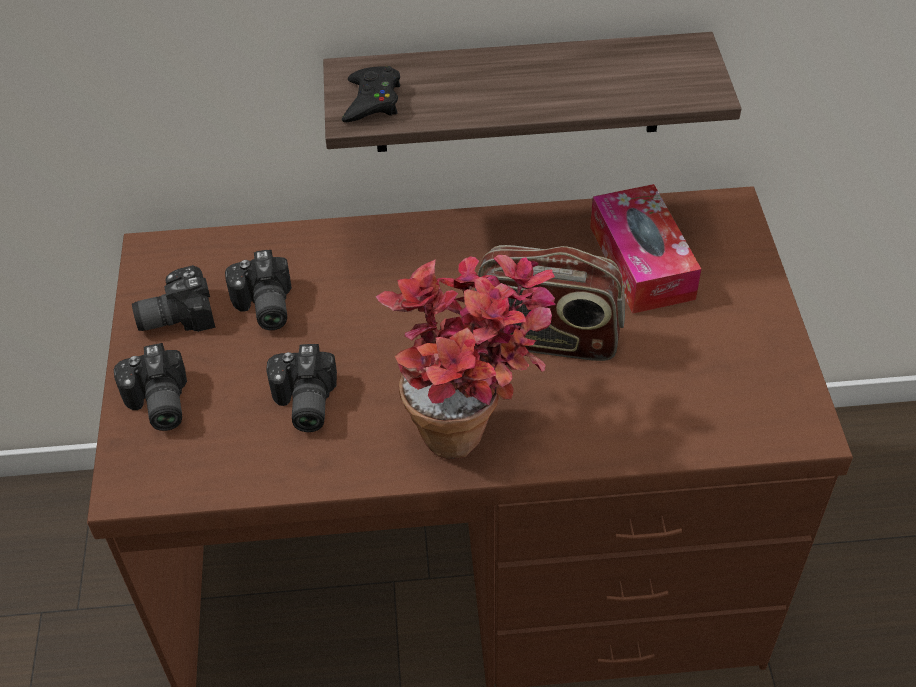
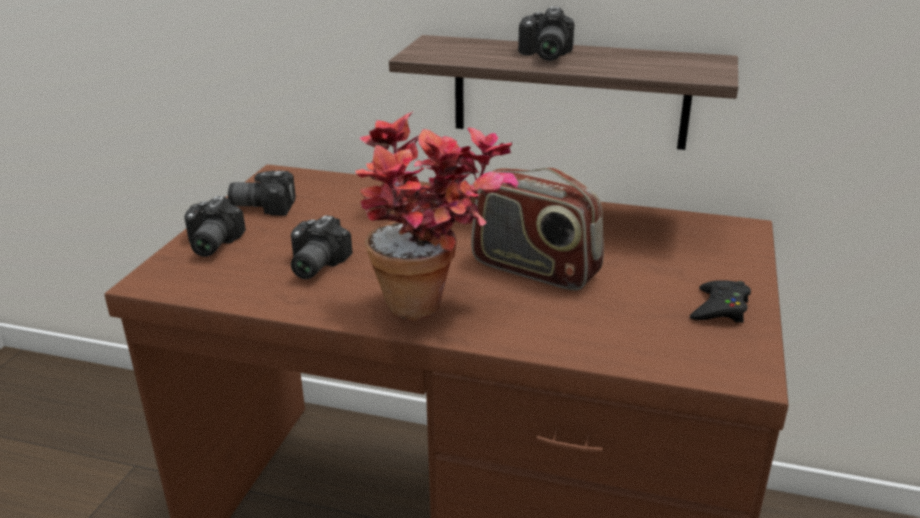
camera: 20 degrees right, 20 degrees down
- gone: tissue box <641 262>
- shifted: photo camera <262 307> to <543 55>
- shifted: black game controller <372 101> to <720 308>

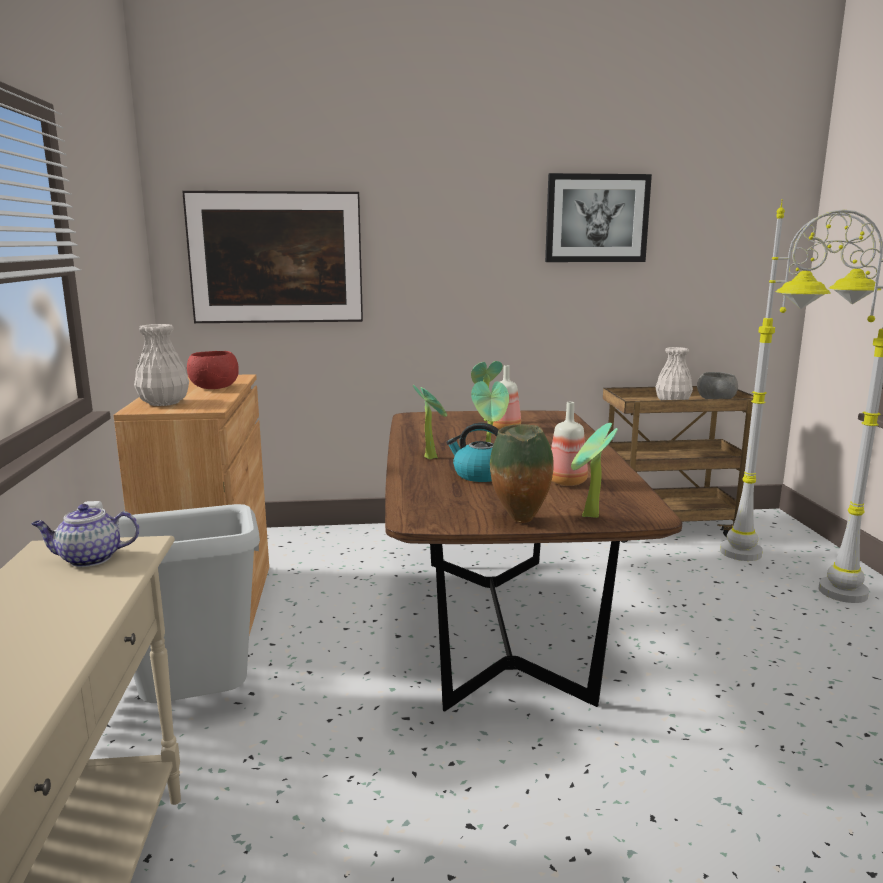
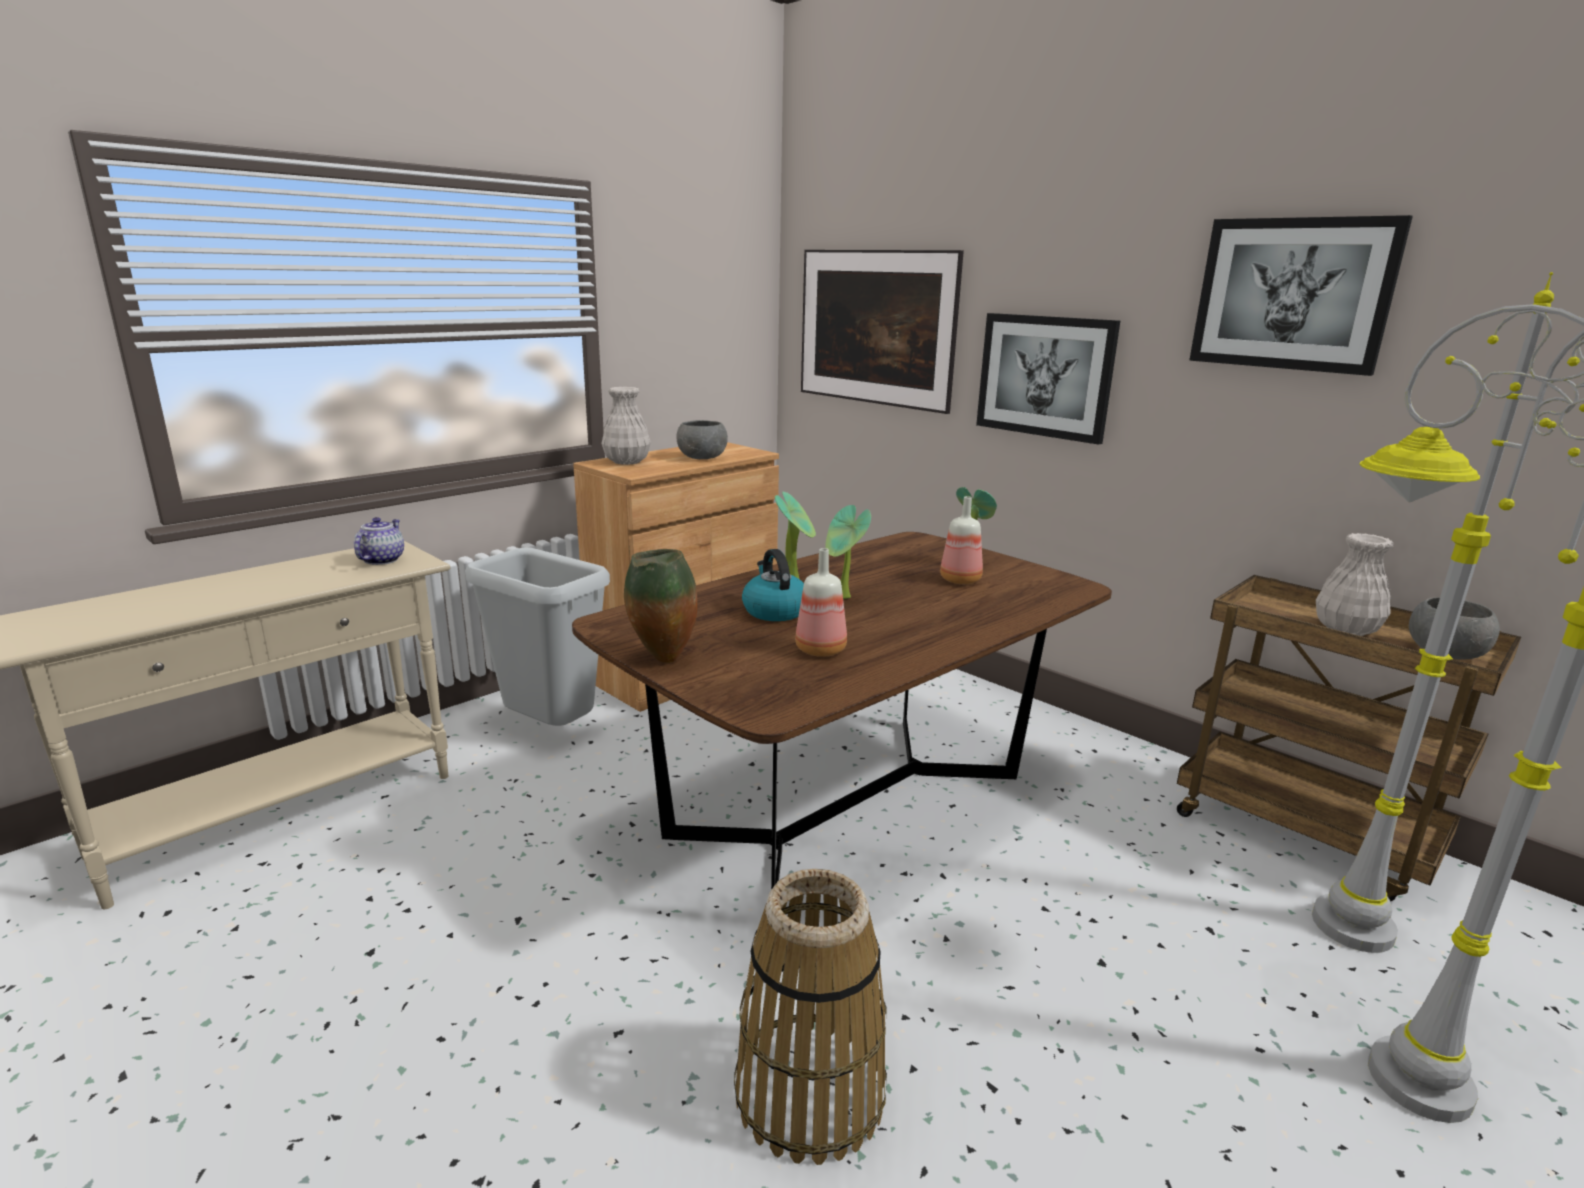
camera: 50 degrees right, 5 degrees up
- gone: potted plant <589 517>
- new: basket <809 1094>
- new: picture <1045 376>
- repainted: red bowl <215 387> to grey bowl <702 458>
- rotated: teapot <89 559> = <381 560> 60 degrees clockwise

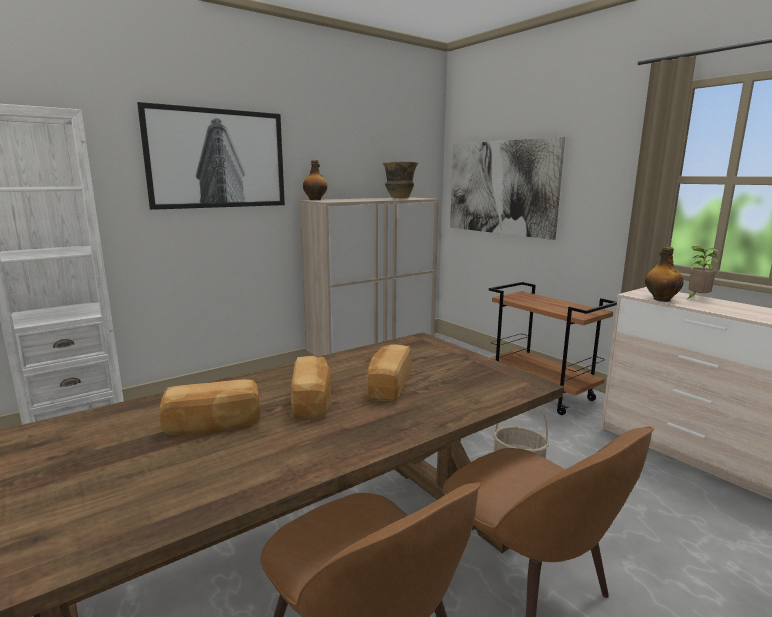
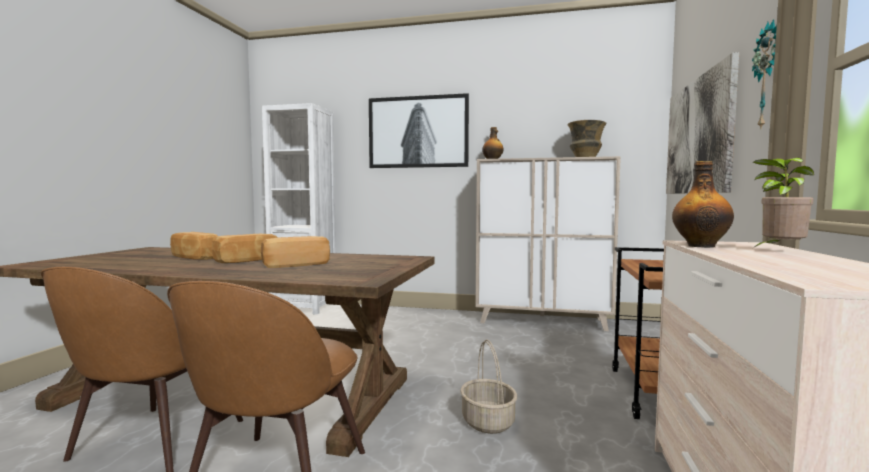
camera: 50 degrees right, 10 degrees down
- new: wall clock <769 76>

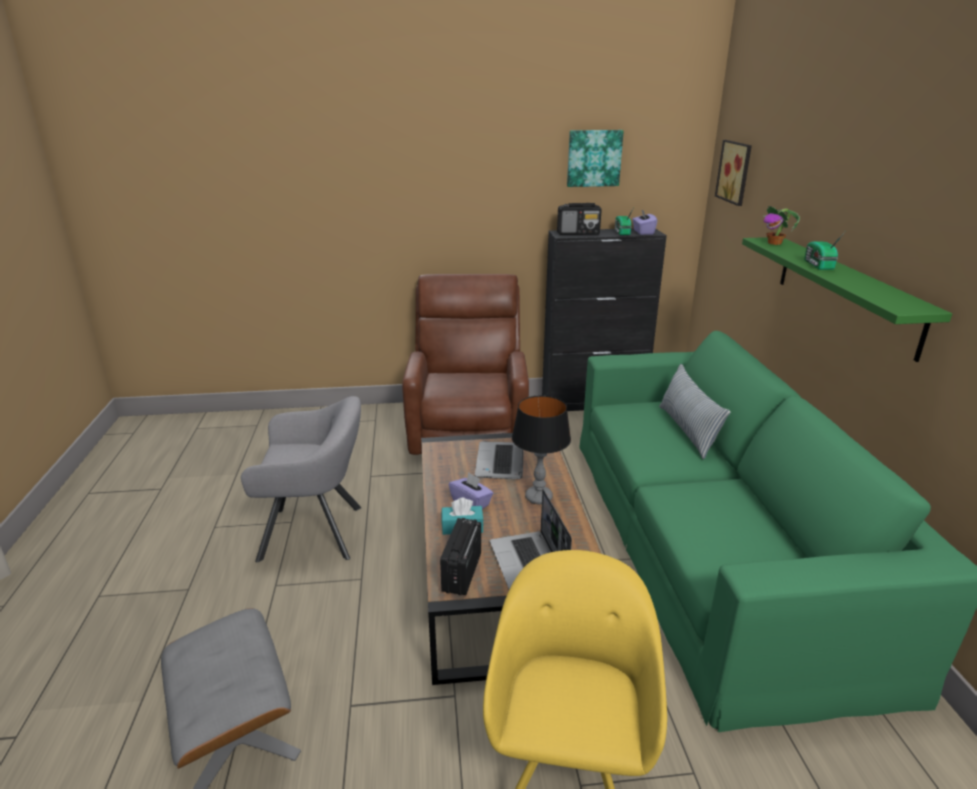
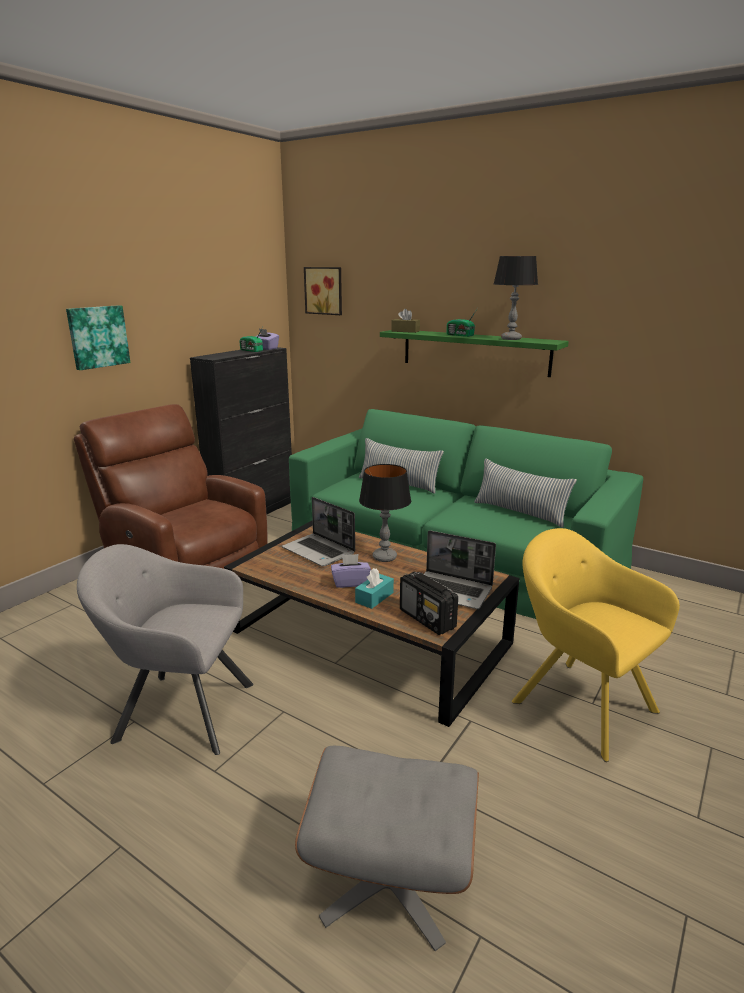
camera: 50 degrees left, 5 degrees down
- gone: radio <578 233>
- new: pillow <520 512>
- new: table lamp <511 339>
- shifted: picture <594 158> to <97 337>
- swapped: potted plant <775 243> to brown tissue box <405 331>
- rotated: grey armchair <317 532> = <179 711> 120 degrees counterclockwise

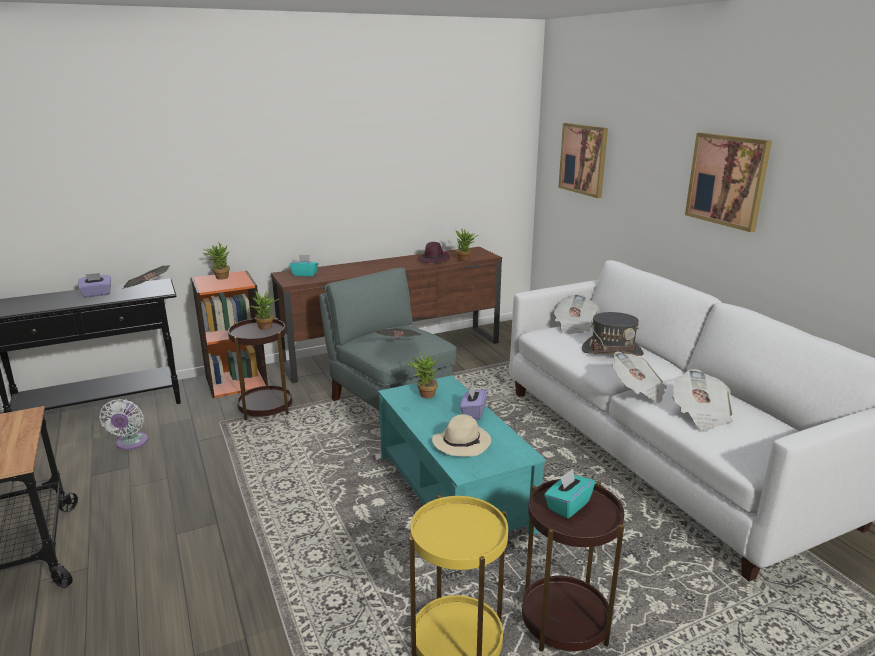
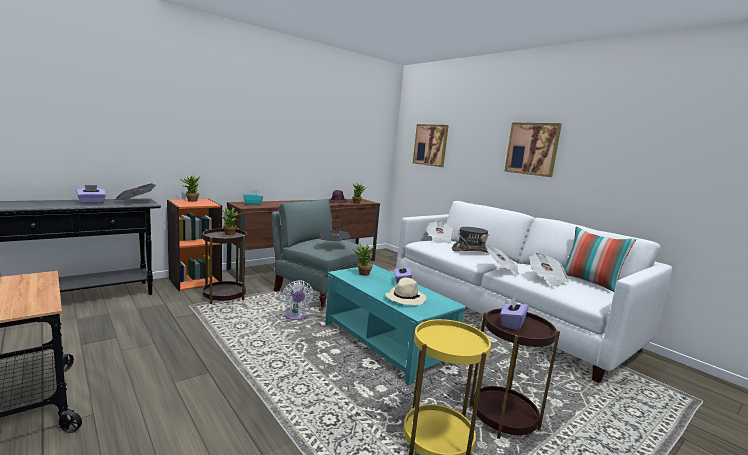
camera: 15 degrees left, 10 degrees down
- new: pillow <590 282>
- shifted: white fan <131 444> to <295 316>
- repainted: turquoise tissue box <567 505> to purple tissue box <512 324>

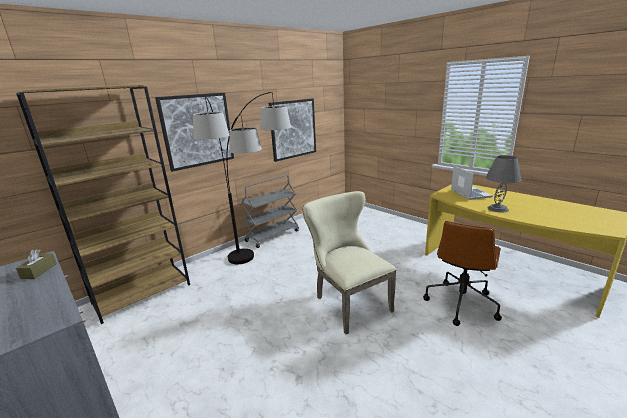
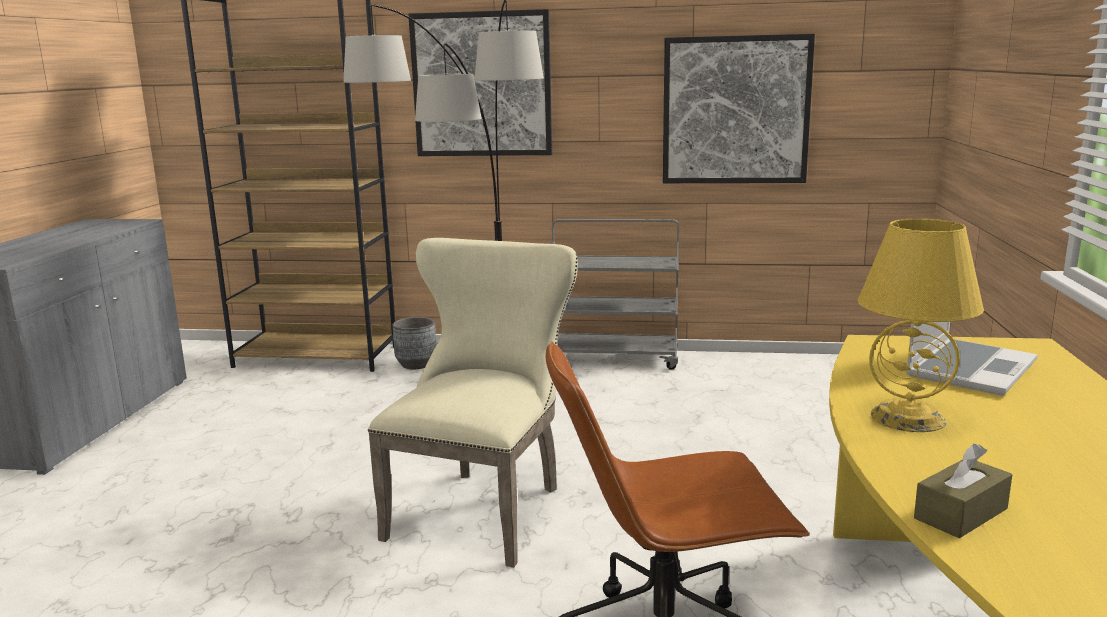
camera: 50 degrees right, 5 degrees down
- new: grey planter <416 364>
- shifted: brown tissue box <39 271> to <961 513>
- repainted: grey table lamp <498 209> to yellow table lamp <907 417>

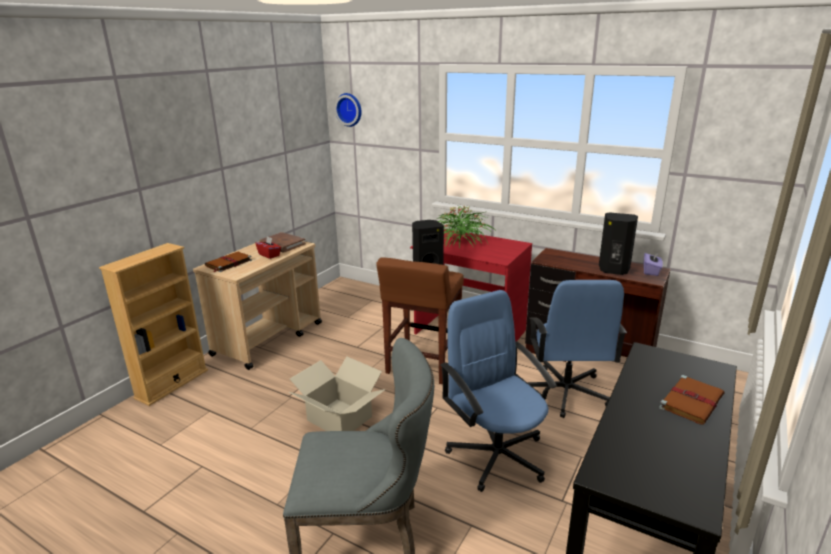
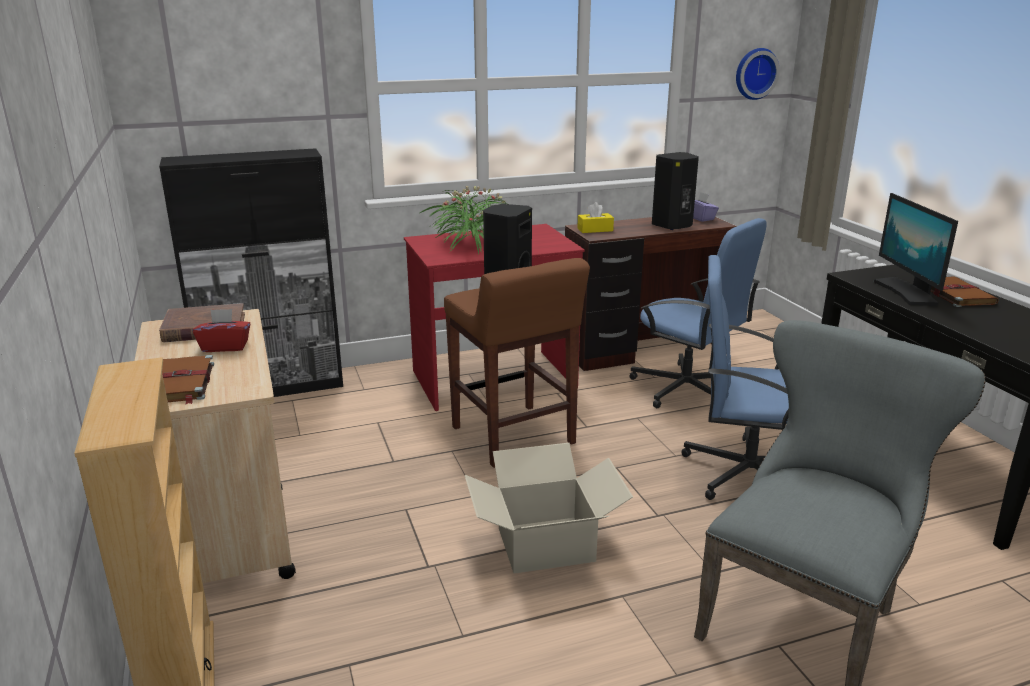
camera: 50 degrees left, 0 degrees up
- new: black cabinet <273 387>
- new: yellow tissue box <595 230>
- new: monitor <906 292>
- shifted: wall clock <349 109> to <754 73>

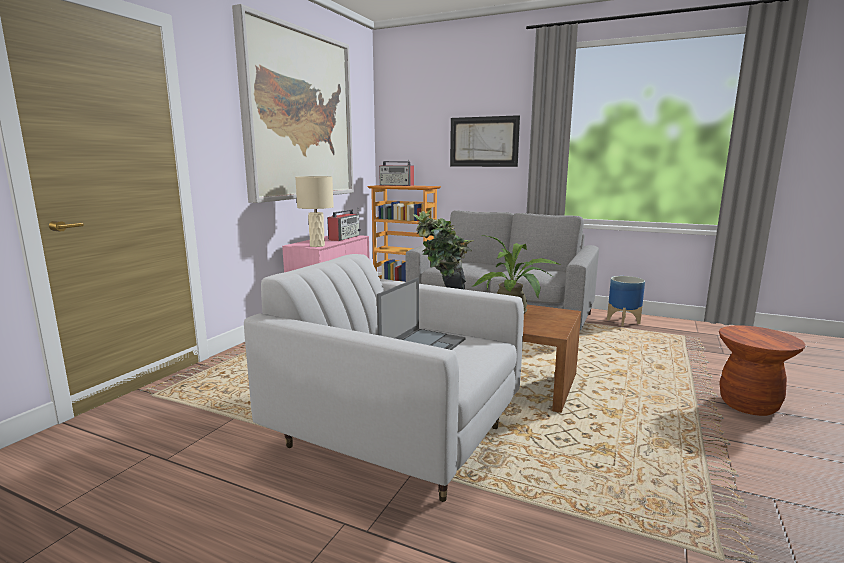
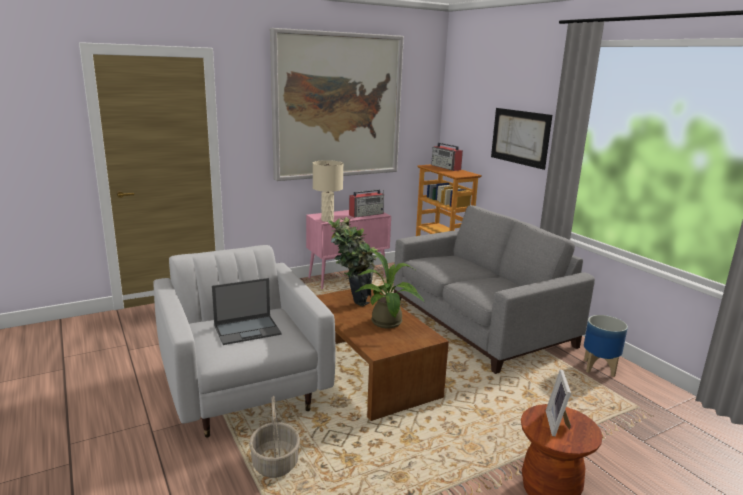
camera: 35 degrees right, 5 degrees up
- new: basket <275 463>
- new: picture frame <558 424>

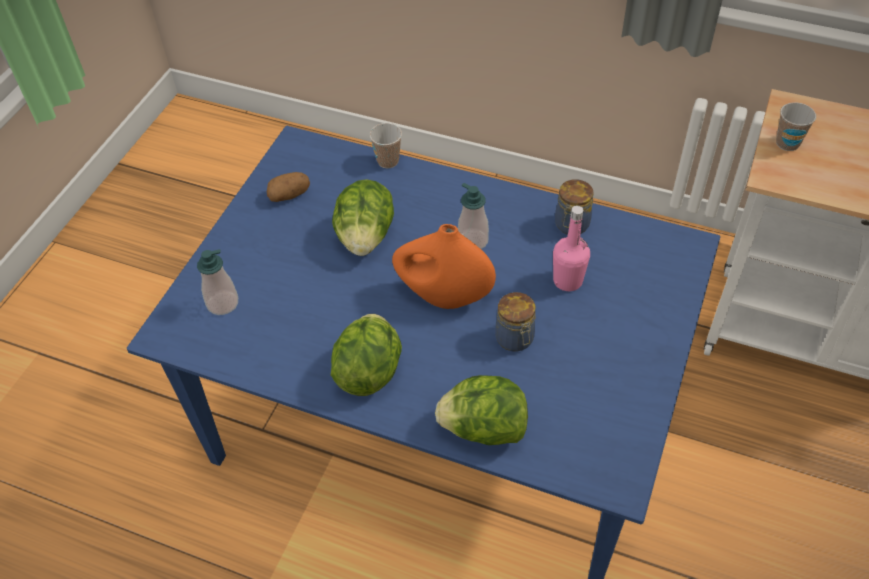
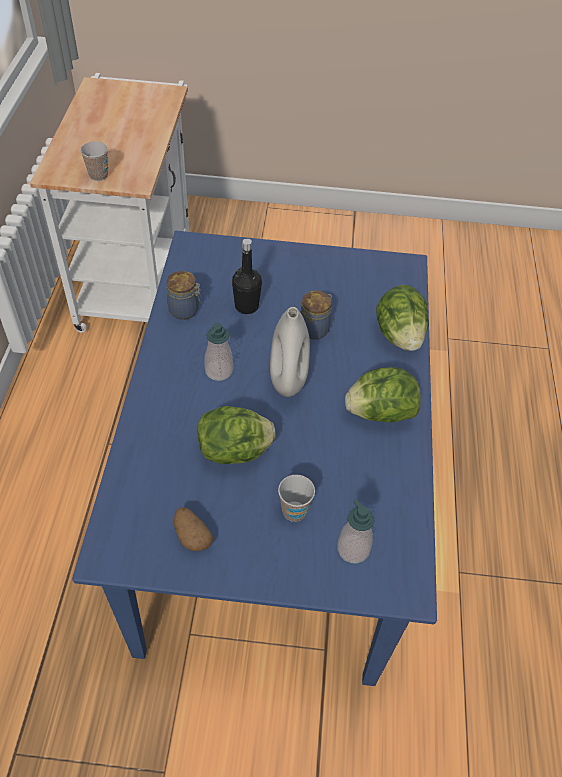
camera: 110 degrees left, 0 degrees up
- shifted: cup <388 161> to <294 511>
- repainted: orange vase <444 297> to white vase <288 379>
- repainted: pink bottle <567 281> to black bottle <246 306>

